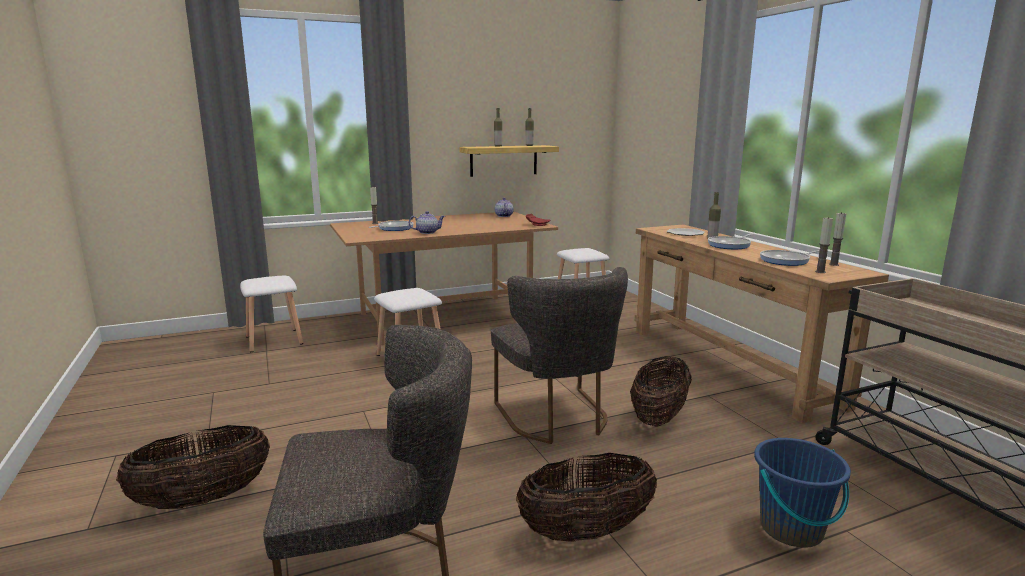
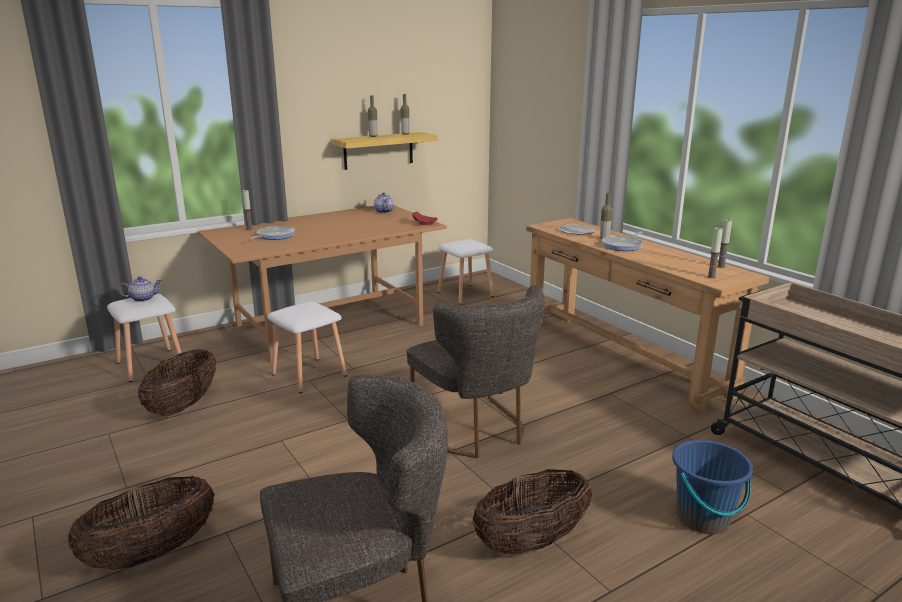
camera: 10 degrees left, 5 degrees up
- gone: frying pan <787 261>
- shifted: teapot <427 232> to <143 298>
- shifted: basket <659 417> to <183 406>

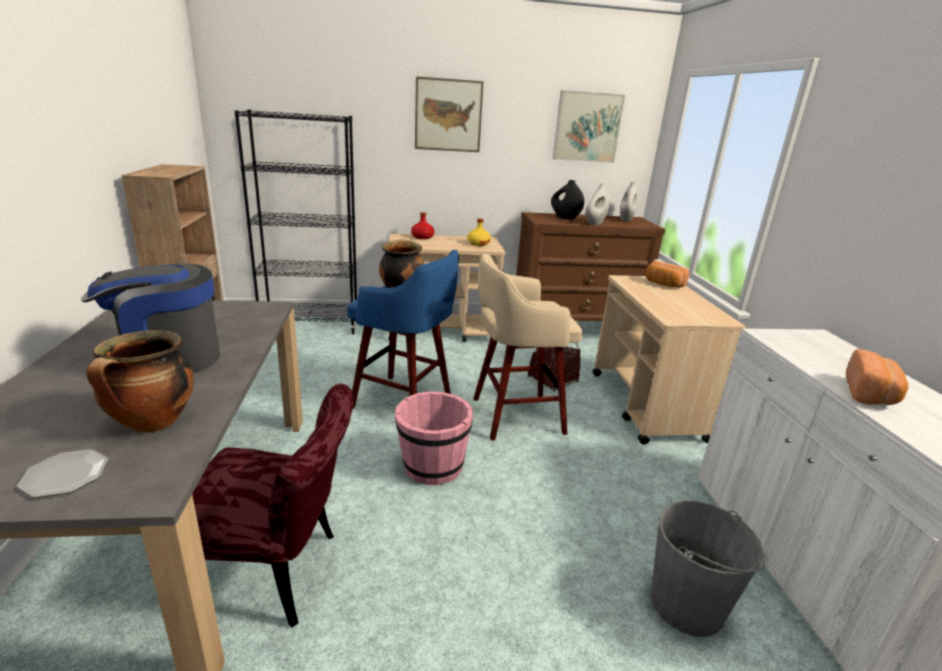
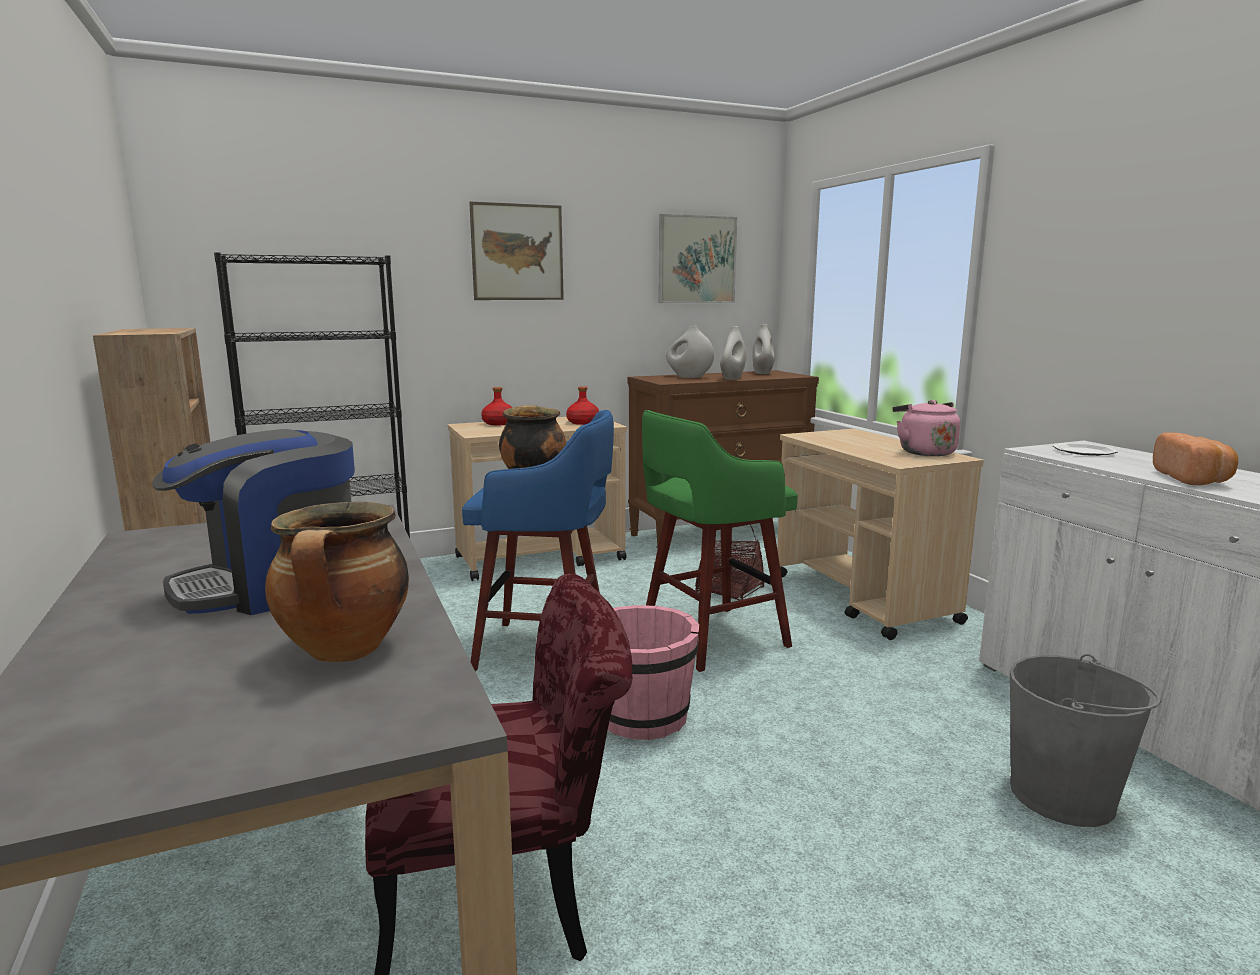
camera: 15 degrees left, 10 degrees down
- gone: bread <663 284>
- new: pink kettle <924 452>
- shifted: plate <65 475> to <1083 452>
- repainted: yellow bottle <478 244> to red bottle <582 422>
- repainted: beige stool <514 416> to green stool <709 638>
- repainted: black vase <565 218> to white vase <689 377>

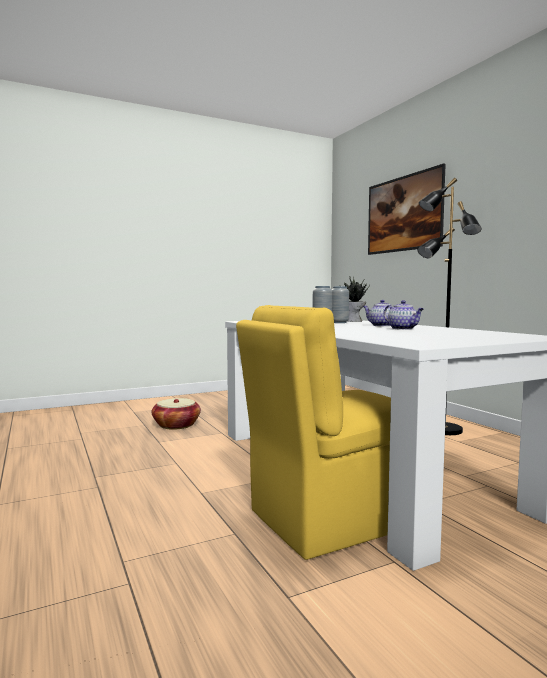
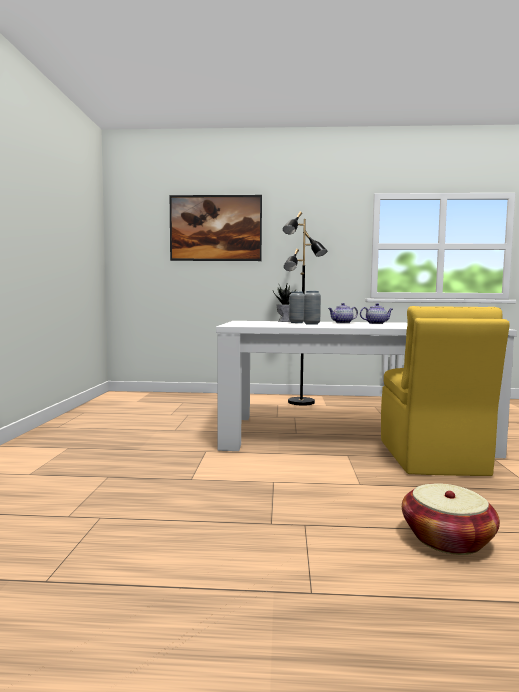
camera: 60 degrees left, 0 degrees up
- shifted: basket <176 425> to <447 539>

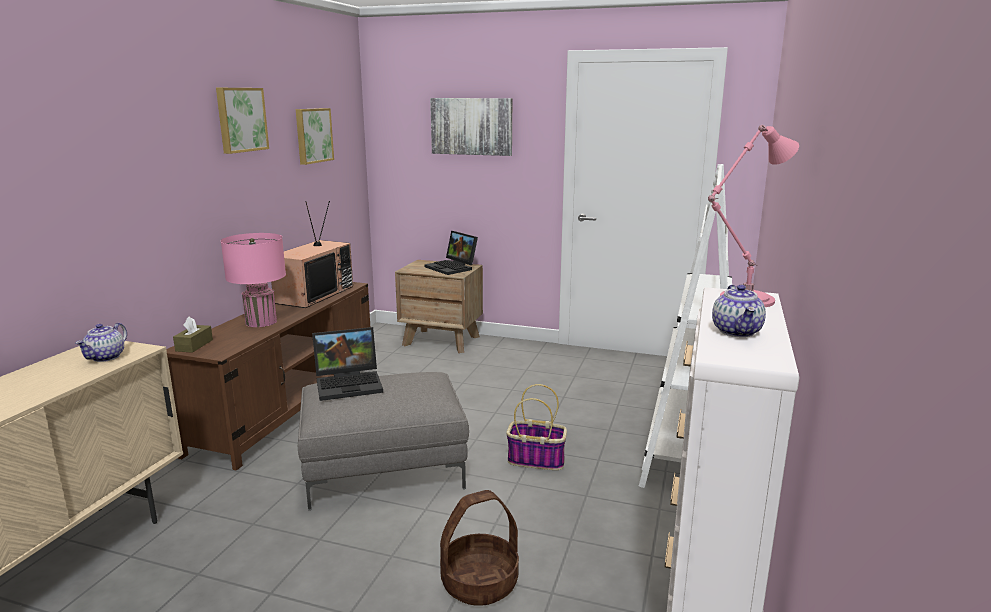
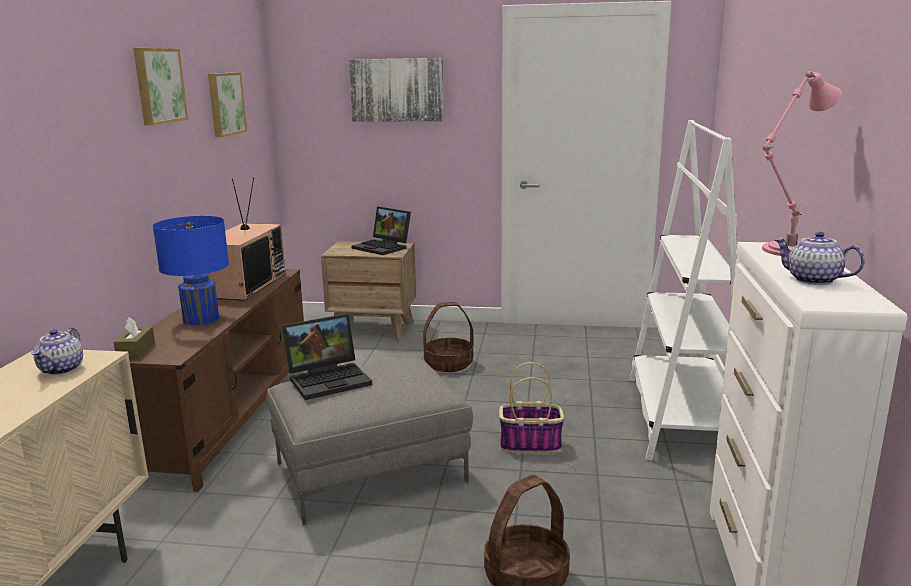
camera: 10 degrees left, 0 degrees up
- new: basket <449 363>
- repainted: pink table lamp <261 322> to blue table lamp <201 319>
- rotated: teapot <737 332> = <812 280> 135 degrees clockwise

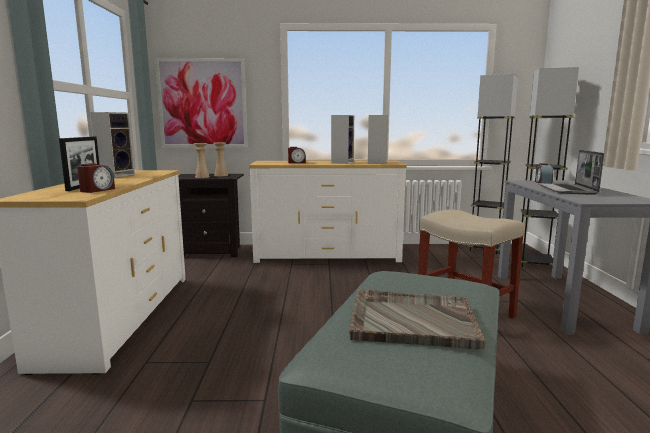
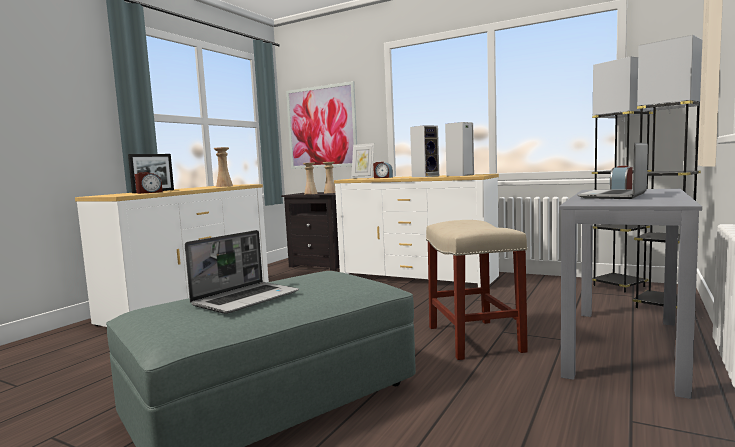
camera: 30 degrees right, 5 degrees down
- gone: speaker <116 175>
- new: beige vase <224 186>
- new: picture frame <363 178>
- swapped: grey tray <411 320> to laptop <246 299>

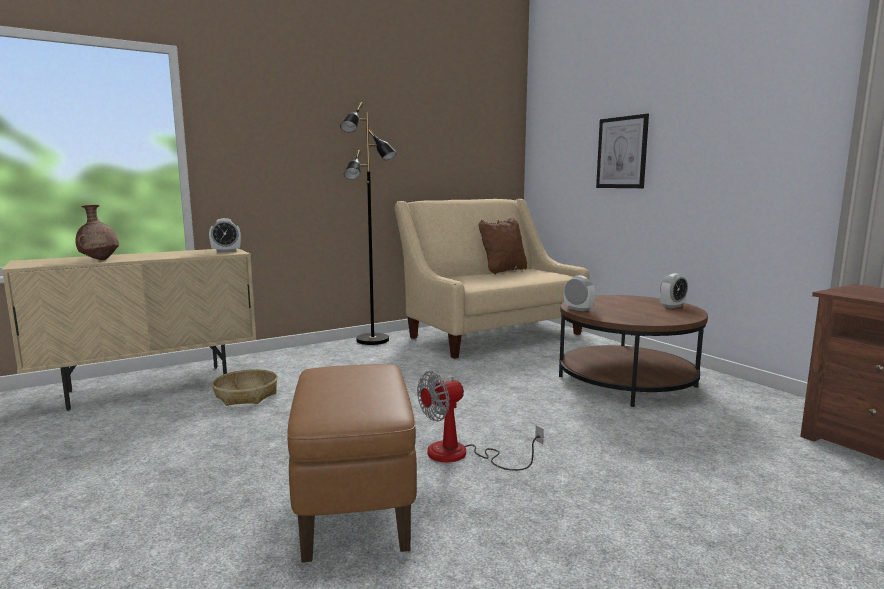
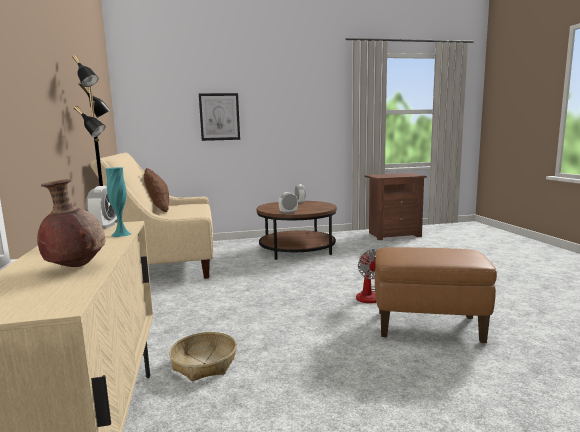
camera: 70 degrees left, 0 degrees up
- new: turquoise vase <121 234>

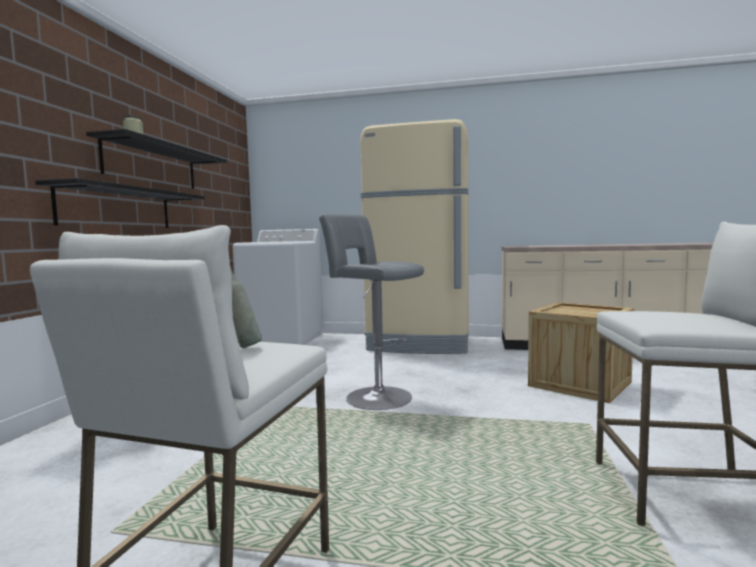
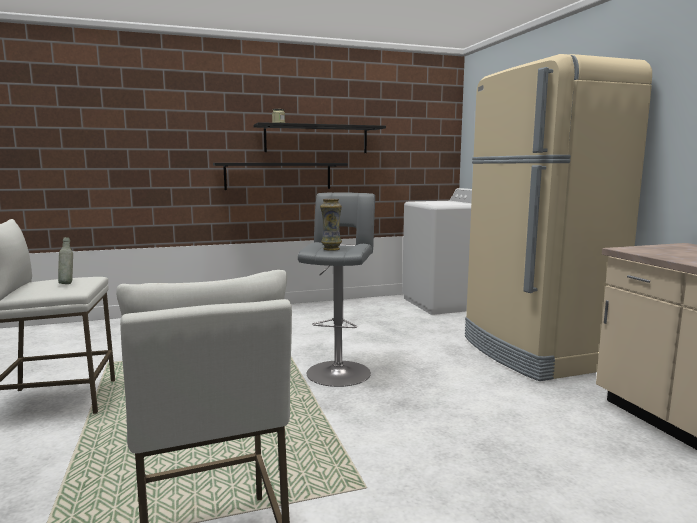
camera: 60 degrees right, 5 degrees up
- gone: crate <580 384>
- new: vase <331 249>

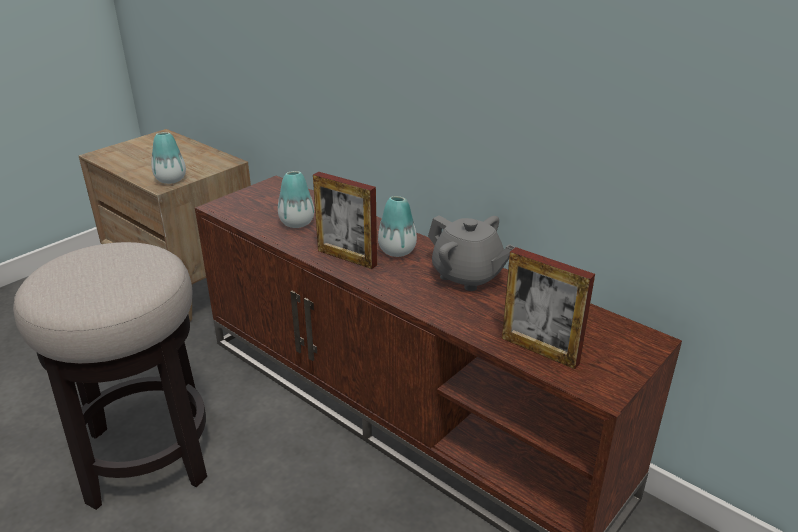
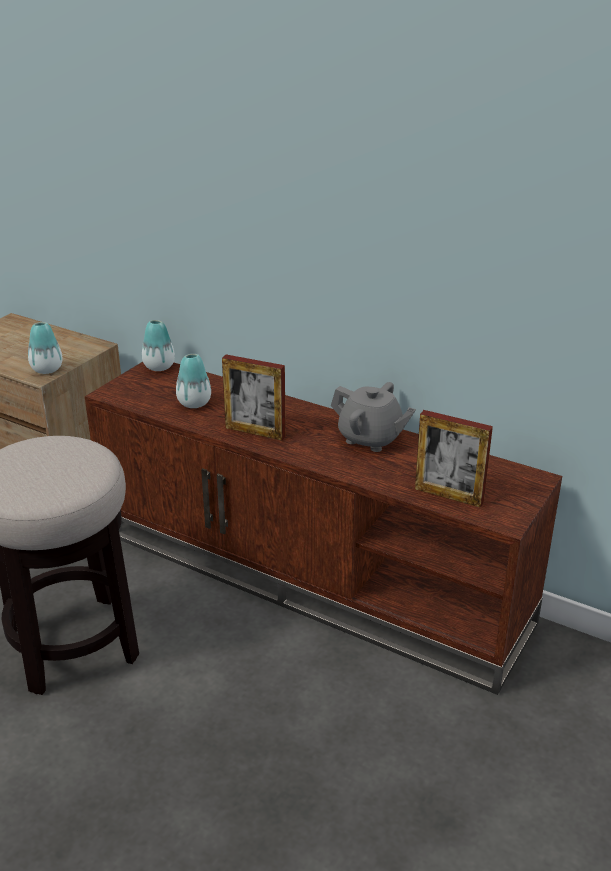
camera: 10 degrees left, 0 degrees up
- shifted: vase <397 251> to <159 367>

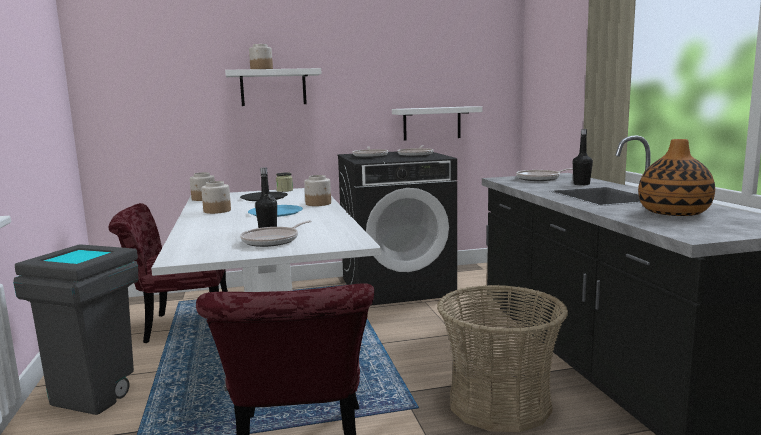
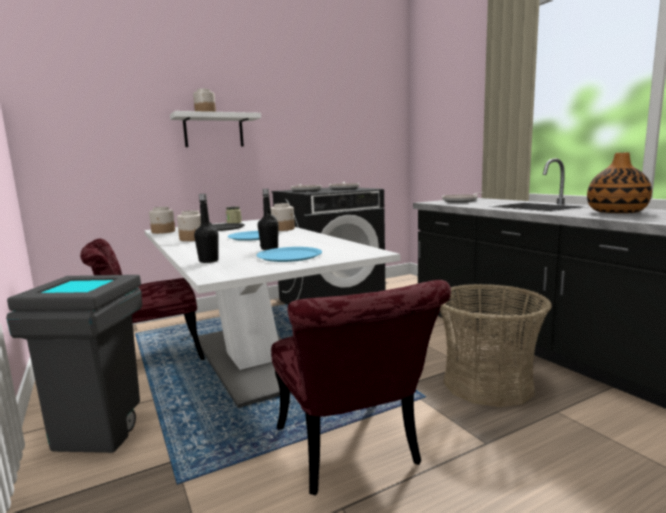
camera: 15 degrees left, 0 degrees up
- gone: white shelf <432 123>
- shifted: black bottle <581 184> to <208 261>
- swapped: frying pan <273 240> to blue plate <289 256>

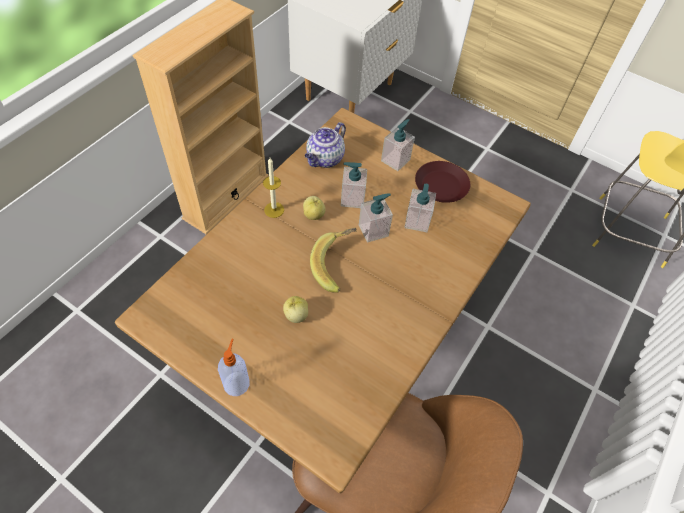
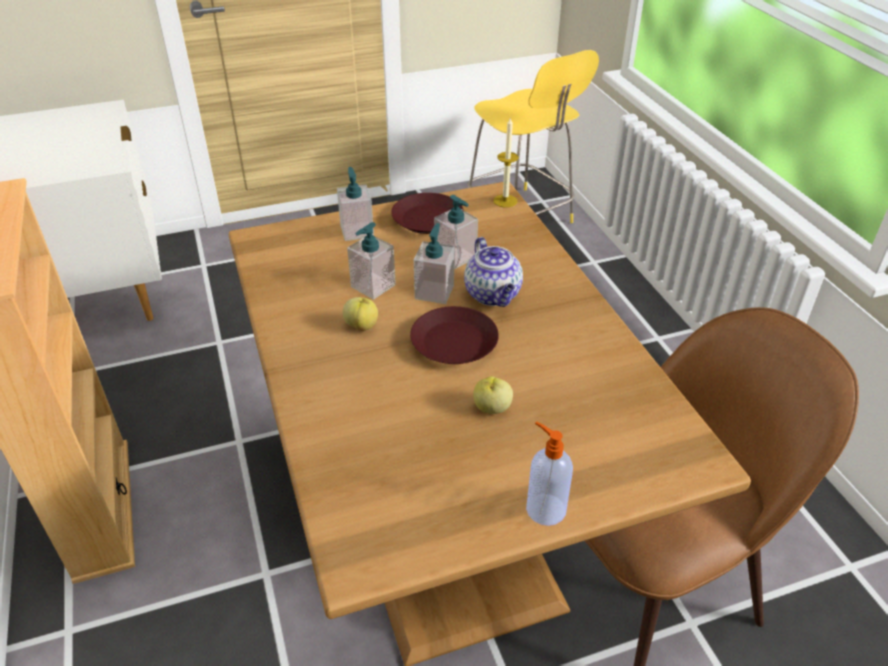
camera: 50 degrees left, 15 degrees down
- shifted: candle <274 210> to <505 201>
- shifted: teapot <325 159> to <493 295>
- swapped: banana <337 266> to brown plate <455 342>

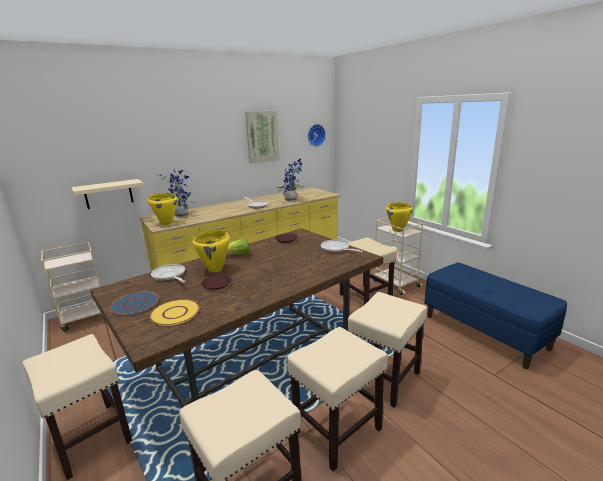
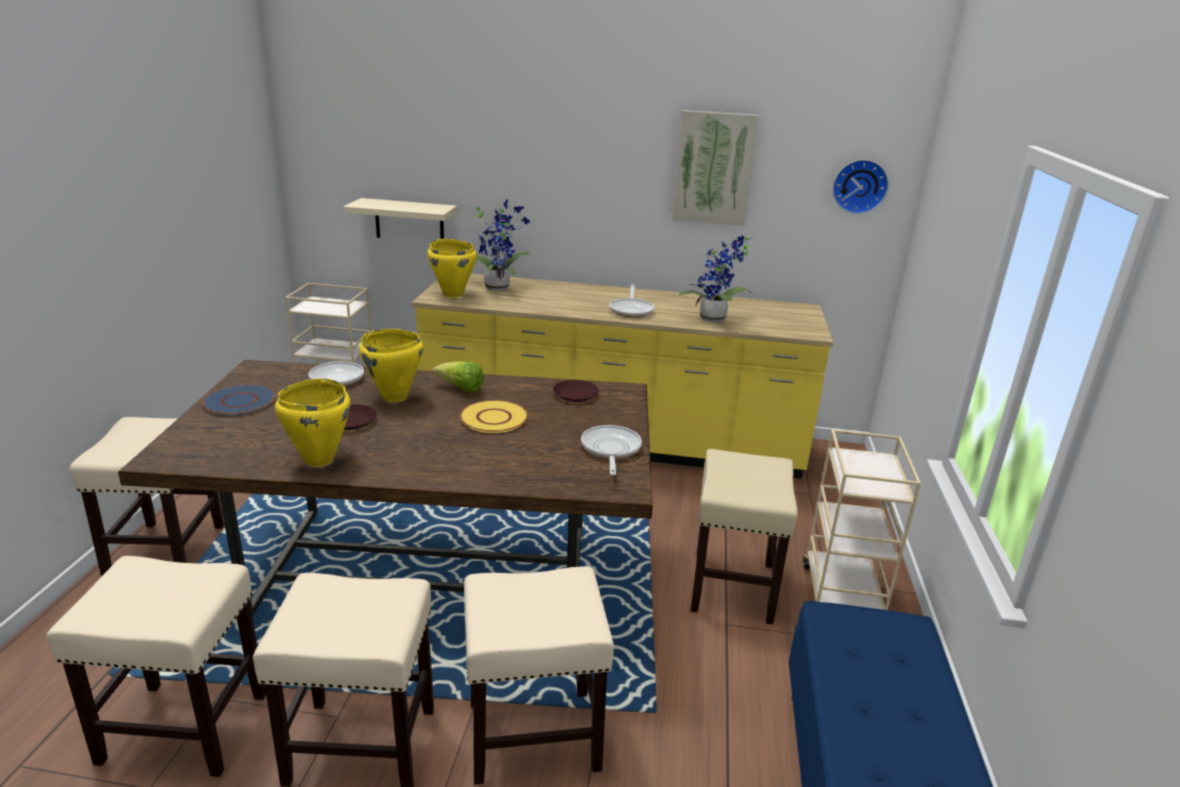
camera: 40 degrees right, 5 degrees up
- shifted: yellow plate <175 313> to <493 418>
- shifted: yellow cooking pot <397 230> to <318 459>

